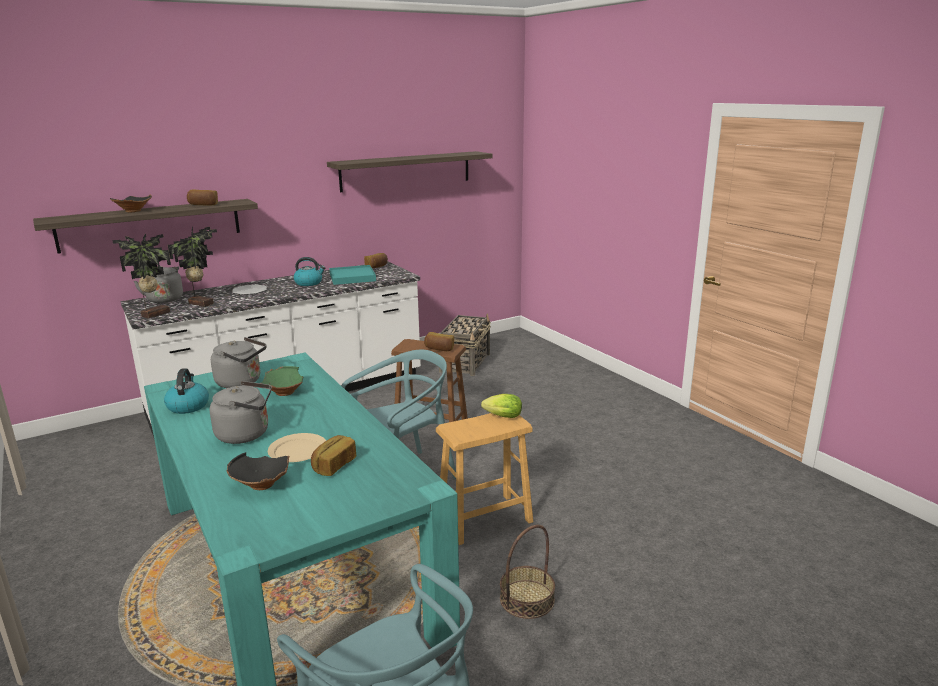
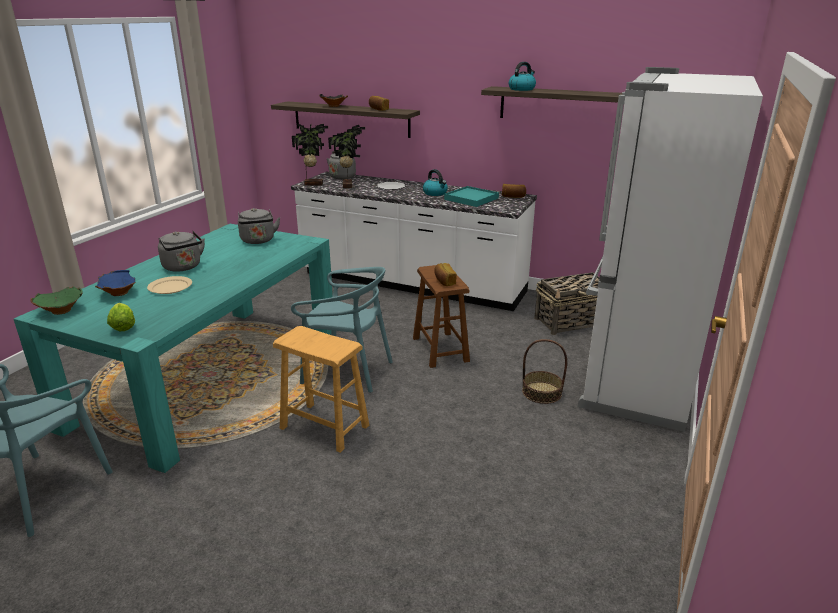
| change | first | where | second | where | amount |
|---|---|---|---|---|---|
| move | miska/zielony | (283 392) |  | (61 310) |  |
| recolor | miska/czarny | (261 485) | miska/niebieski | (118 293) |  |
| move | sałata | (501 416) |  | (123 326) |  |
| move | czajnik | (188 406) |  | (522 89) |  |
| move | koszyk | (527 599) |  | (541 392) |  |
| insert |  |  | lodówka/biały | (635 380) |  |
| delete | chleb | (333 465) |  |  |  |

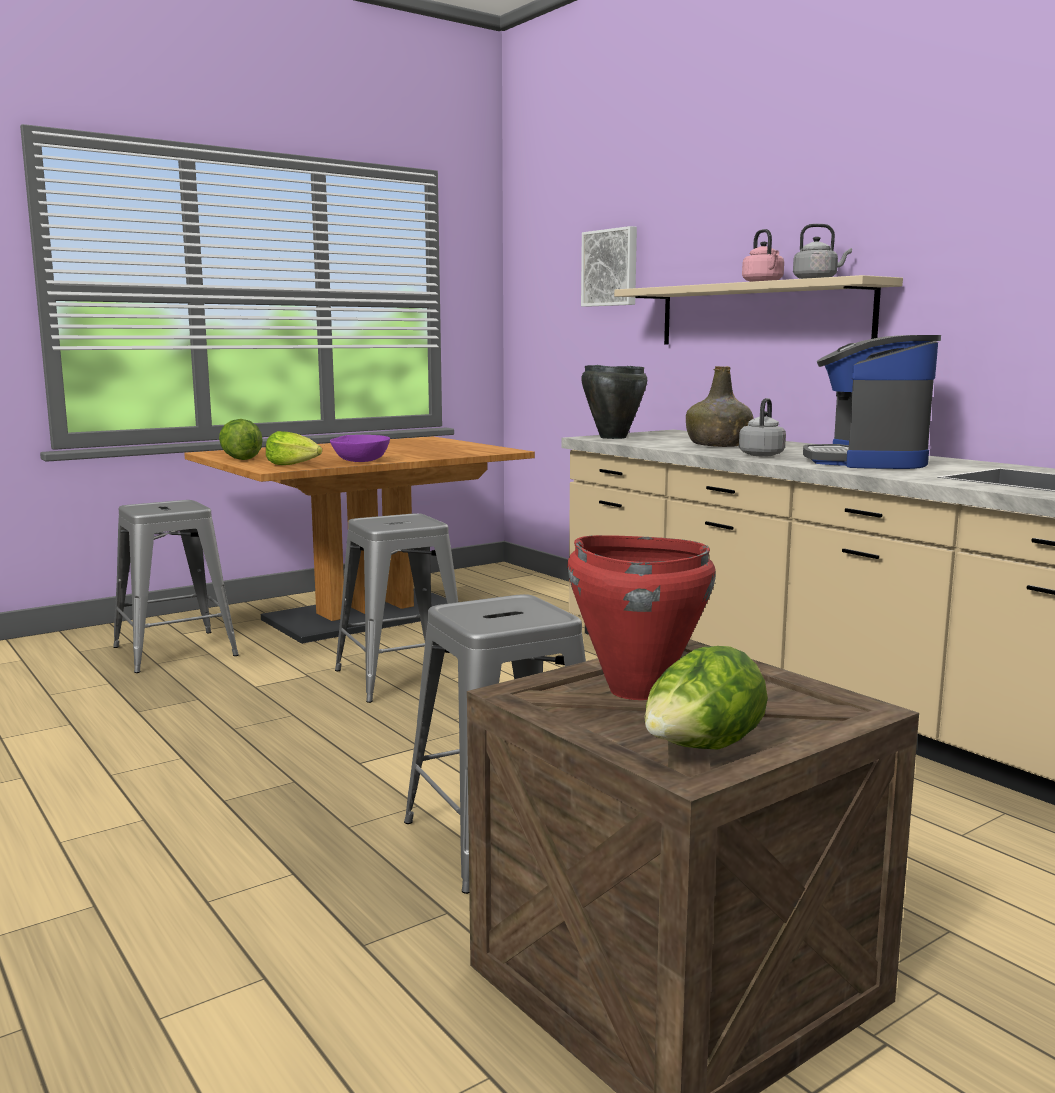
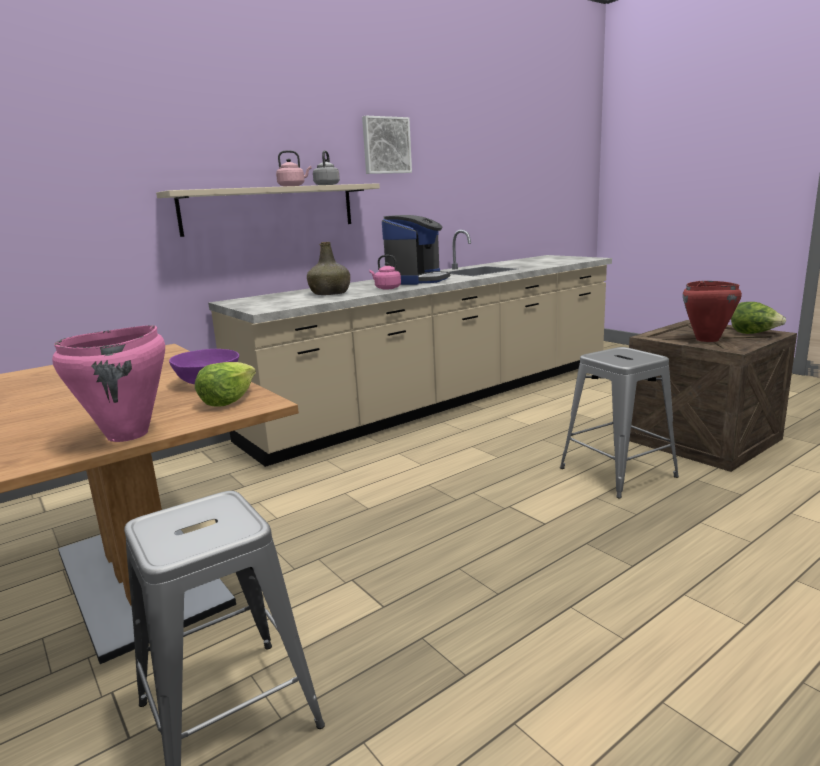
| change | first | where | second | where | amount |
|---|---|---|---|---|---|
| replace | sałata | (240 459) | garnek/różowy | (128 435) |  |
| move | obraz | (611 268) |  | (386 145) |  |
| recolor | czajnik/szary | (762 455) | czajnik/różowy | (386 288) |  |
| rotate | ekspres do kawy | (866 461) |  | (417 280) | 75 degrees counterclockwise |
| delete | stołek/szary | (402 677) |  |  |  |
| delete | garnek/czarny | (612 437) |  |  |  |

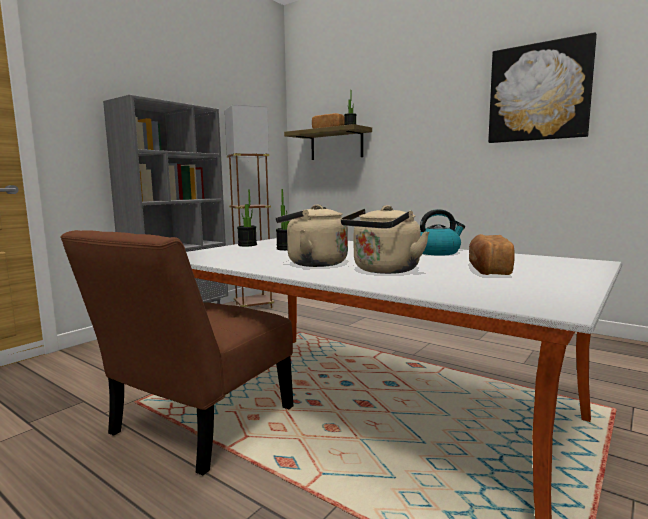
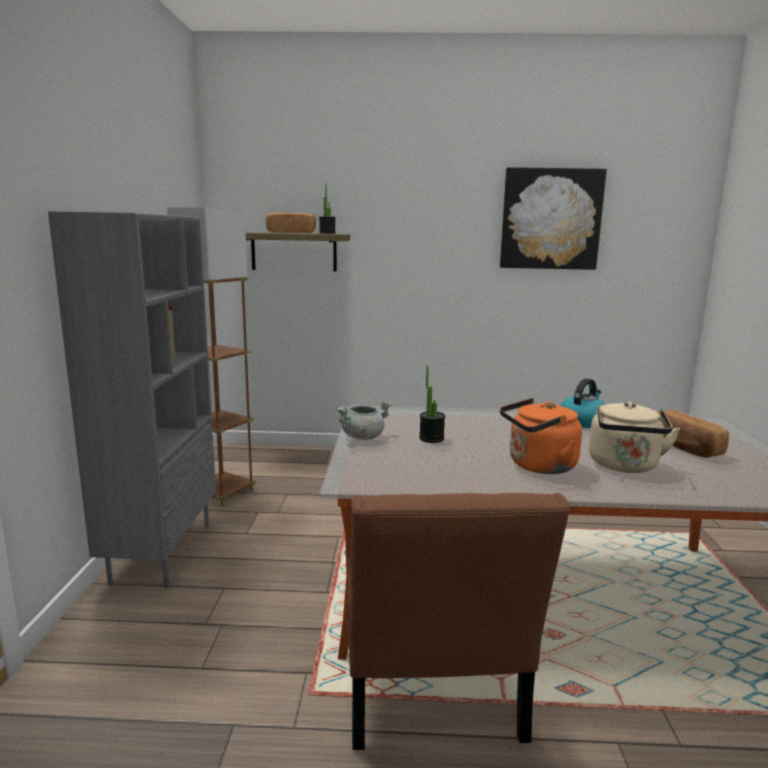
| change | first | where | second | where | amount |
|---|---|---|---|---|---|
| replace | roślina doniczkowa | (247 245) | garnek/szary | (363 437) |  |
| recolor | czajnik/beżowy | (313 263) | czajnik/pomarańczowy | (538 466) |  |

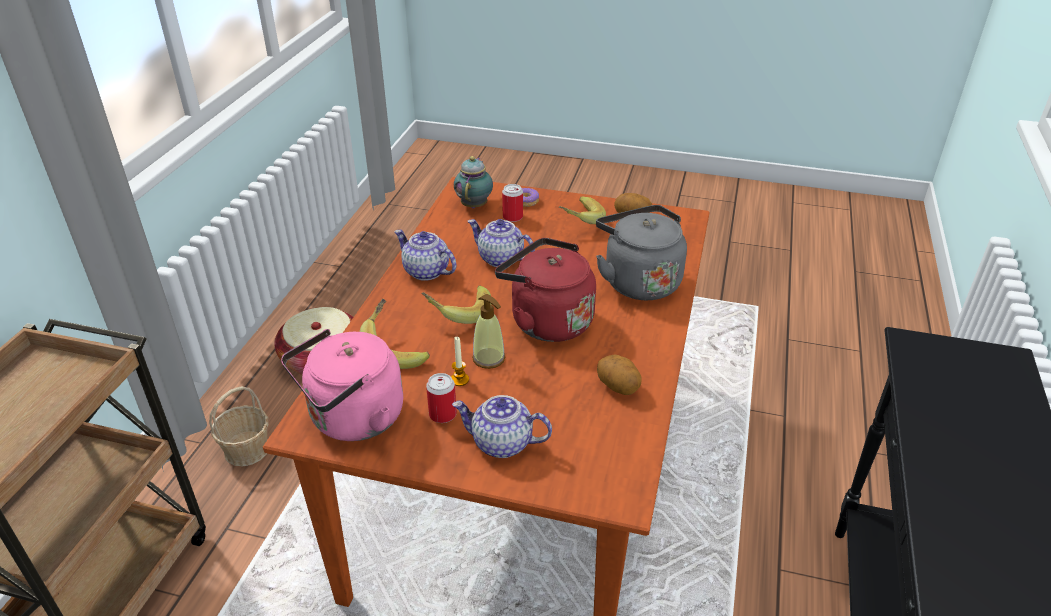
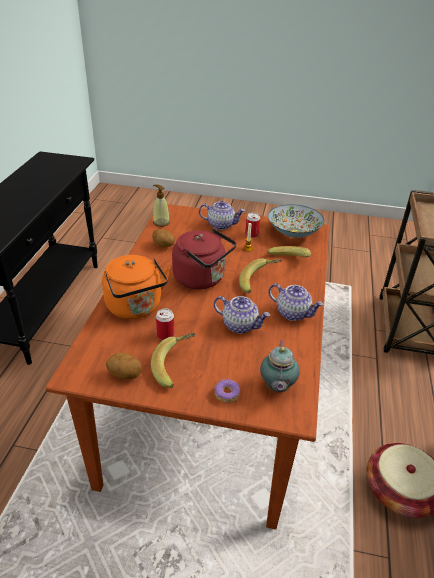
| change | first | where | second | where | amount |
|---|---|---|---|---|---|
| recolor | czajnik/szary | (638 281) | czajnik/pomarańczowy | (136 308) |  |
| move | dozownik mydła | (489 358) |  | (161 222) |  |
| move | puszka | (512 217) |  | (165 335) |  |
| replace | czajnik/różowy | (352 419) | miska | (294 232) |  |
| delete | koszyk | (247 449) |  |  |  |

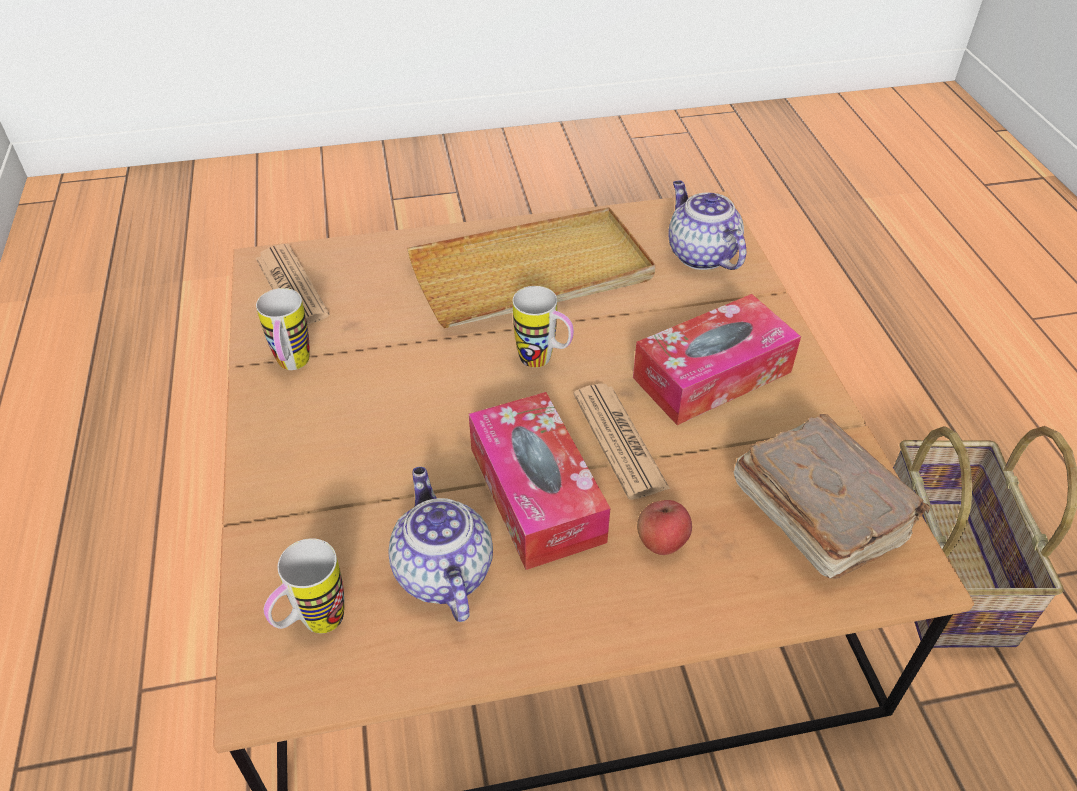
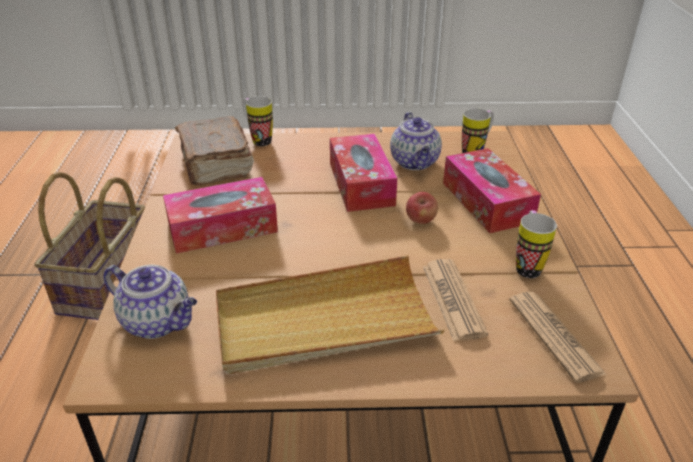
| change | first | where | second | where | amount |
|---|---|---|---|---|---|
| rotate | imbryk | (700 254) |  | (158 322) | 45 degrees counterclockwise |
| move | kubek | (544 361) |  | (258 140) |  |
| move | jabłko | (662 542) |  | (420 220) |  |
| move | gazeta | (619 441) |  | (453 299) |  |
| insert |  |  | pudełko chusteczek | (486 202) |  |

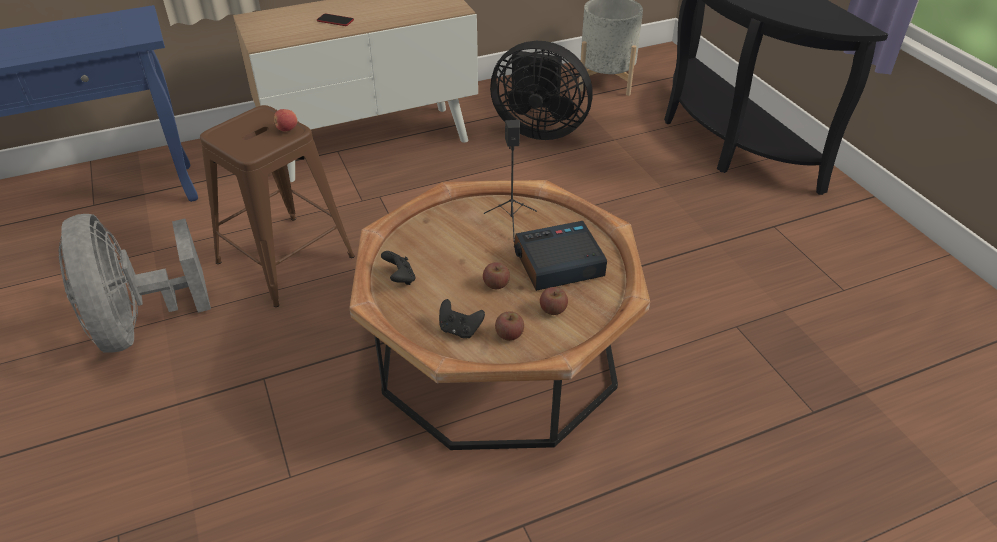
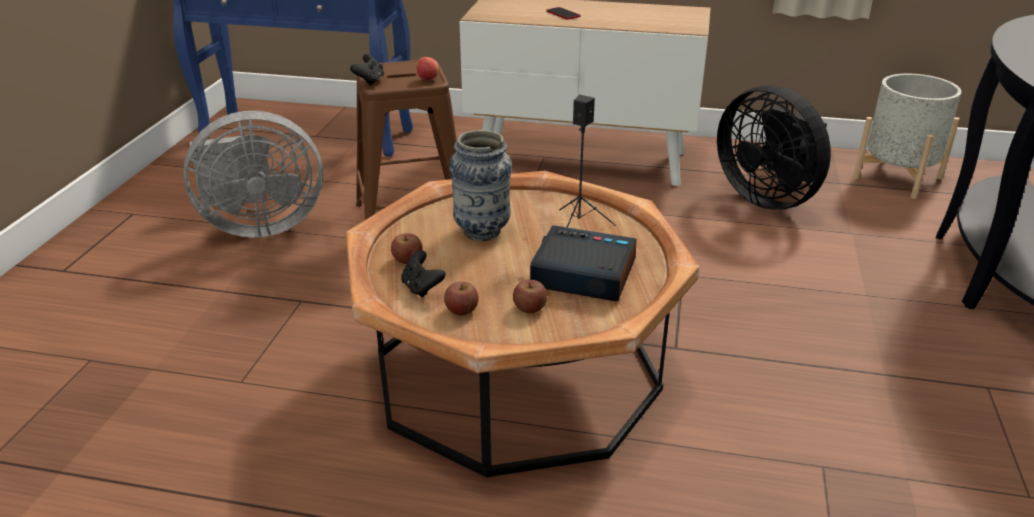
| change | first | where | second | where | amount |
|---|---|---|---|---|---|
| rotate | wentylator/szary | (140 324) |  | (259 226) | 120 degrees counterclockwise |
| move | pad do gier/czarny | (400 278) |  | (369 81) |  |
| move | jabłko | (496 284) |  | (407 259) |  |
| insert |  |  | wazon | (482 232) |  |

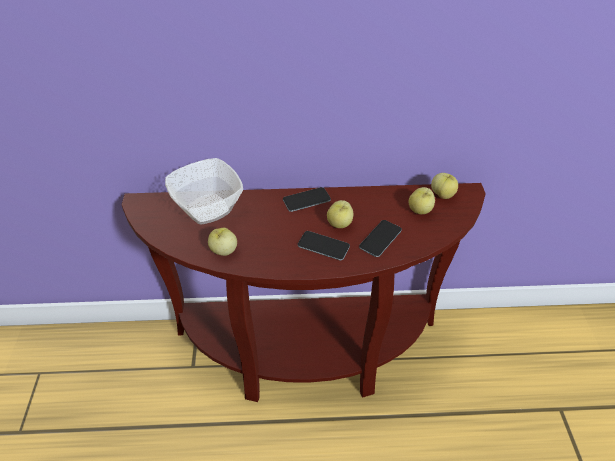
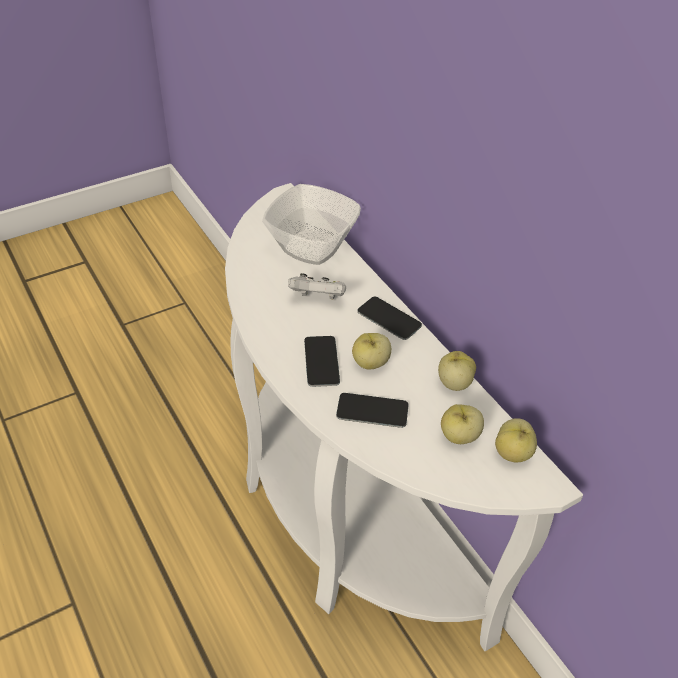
| change | first | where | second | where | amount |
|---|---|---|---|---|---|
| recolor | stolik konsolowy/brązowy | (307 354) | stolik konsolowy/biały | (340 513) |  |
| insert |  |  | pad do gier/biały | (318 298) |  |
| move | jabłko | (223 251) |  | (454 383) |  |

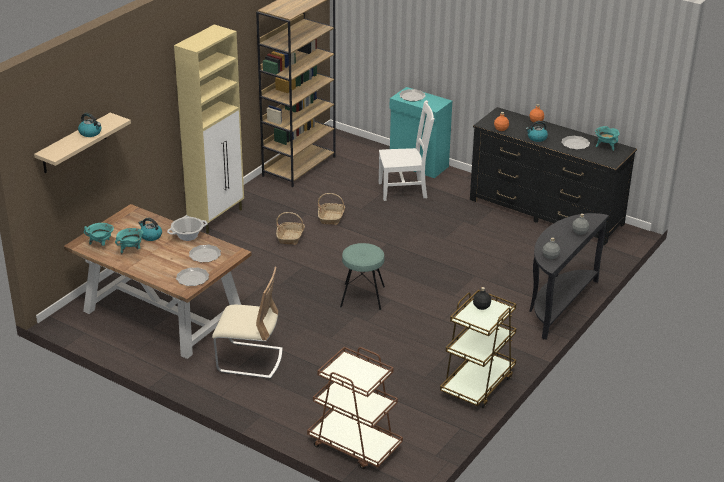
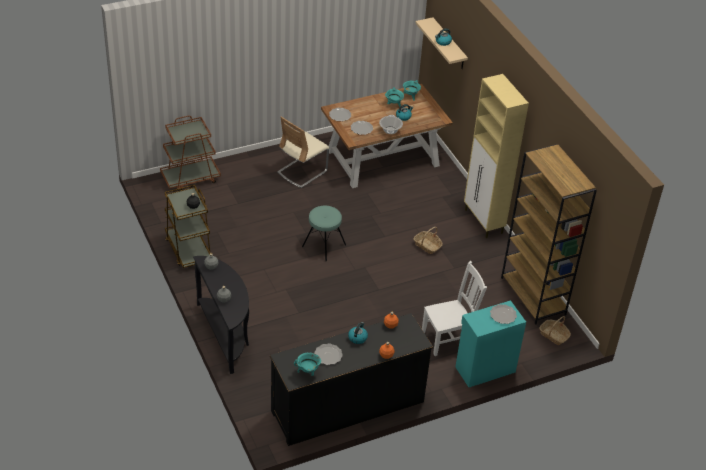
| change | first | where | second | where | amount |
|---|---|---|---|---|---|
| rotate | krzesło/biały | (404 190) |  | (449 338) | 135 degrees counterclockwise |
| move | koszyk | (331 217) |  | (554 335) |  |

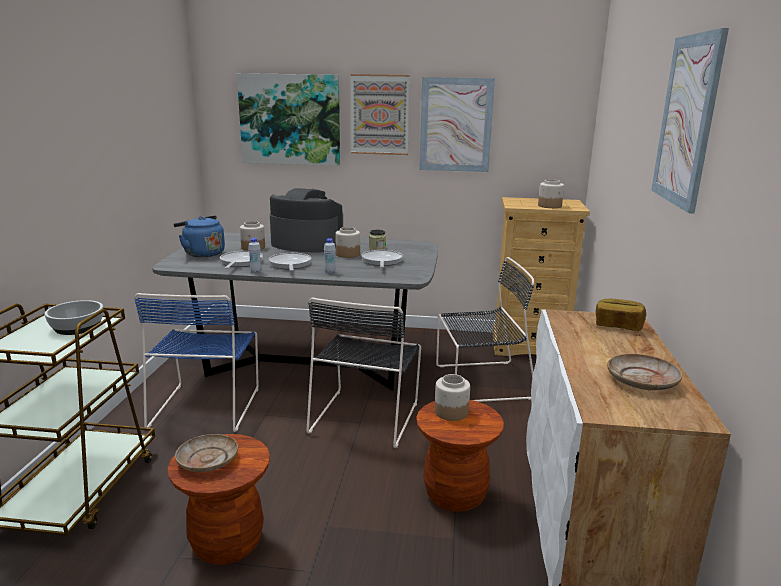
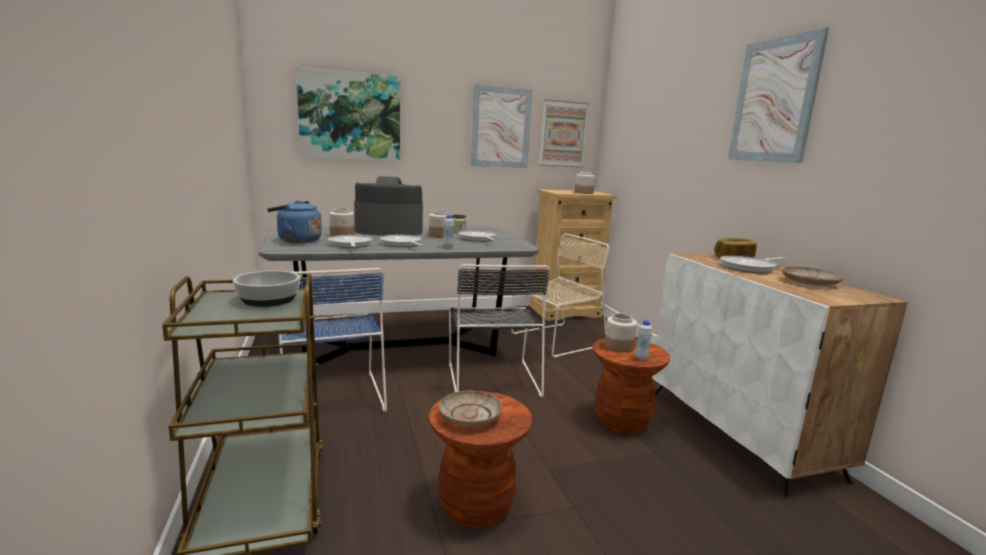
| change | first | where | second | where | amount |
|---|---|---|---|---|---|
| recolor | krzesło/czarny | (480 382) | krzesło/beżowy | (555 340) |  |
| move | obraz | (380 115) |  | (563 134) |  |
| move | butelka/biały | (255 272) |  | (641 358) |  |
| insert |  |  | patelnia | (749 268) |  |

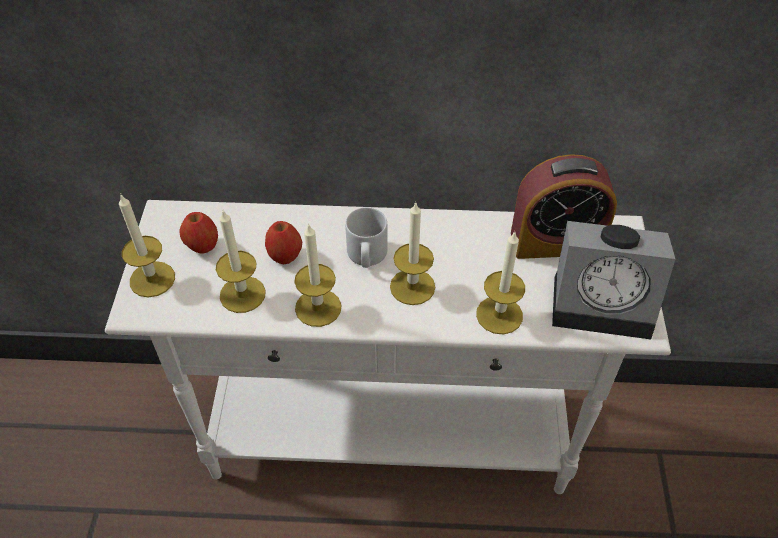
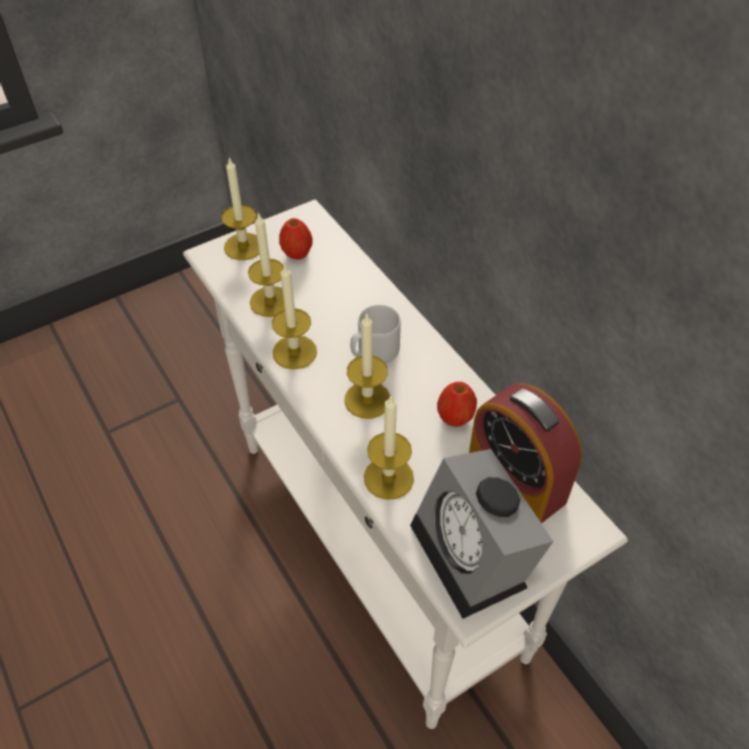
| change | first | where | second | where | amount |
|---|---|---|---|---|---|
| move | jabłko | (285 256) |  | (455 417) |  |

